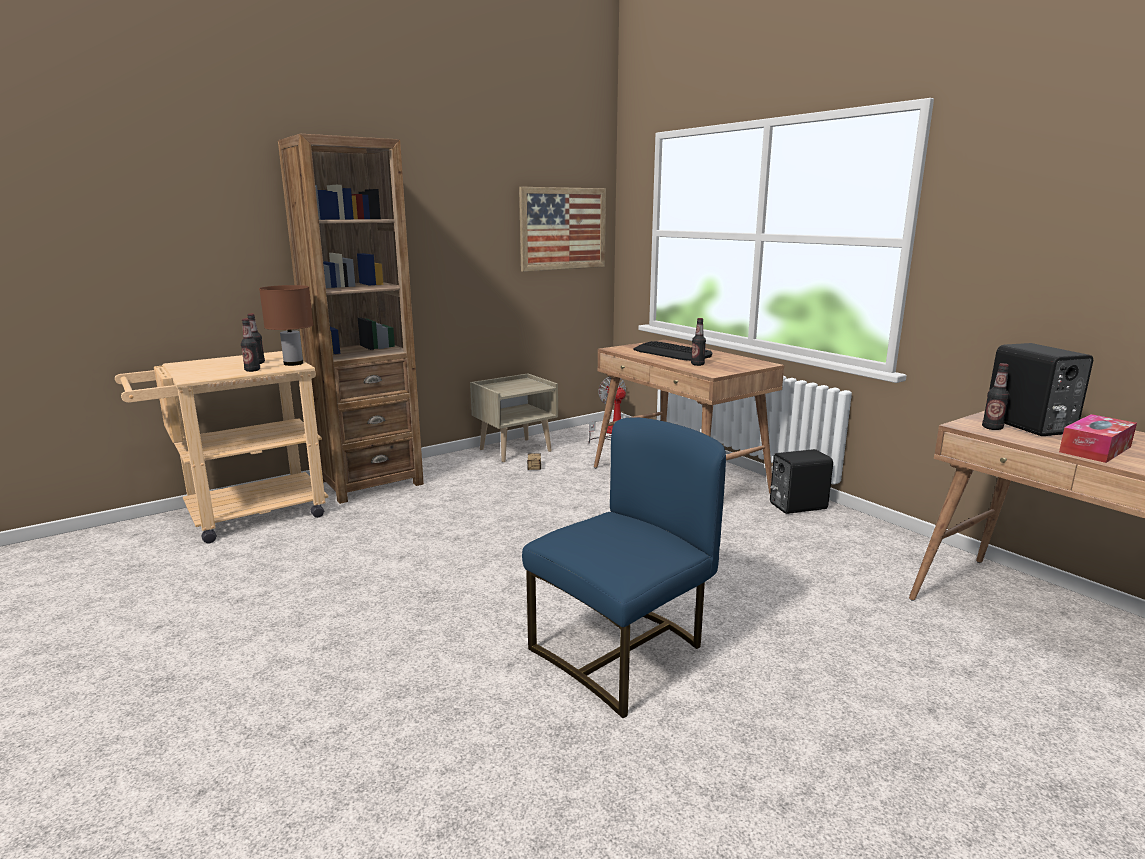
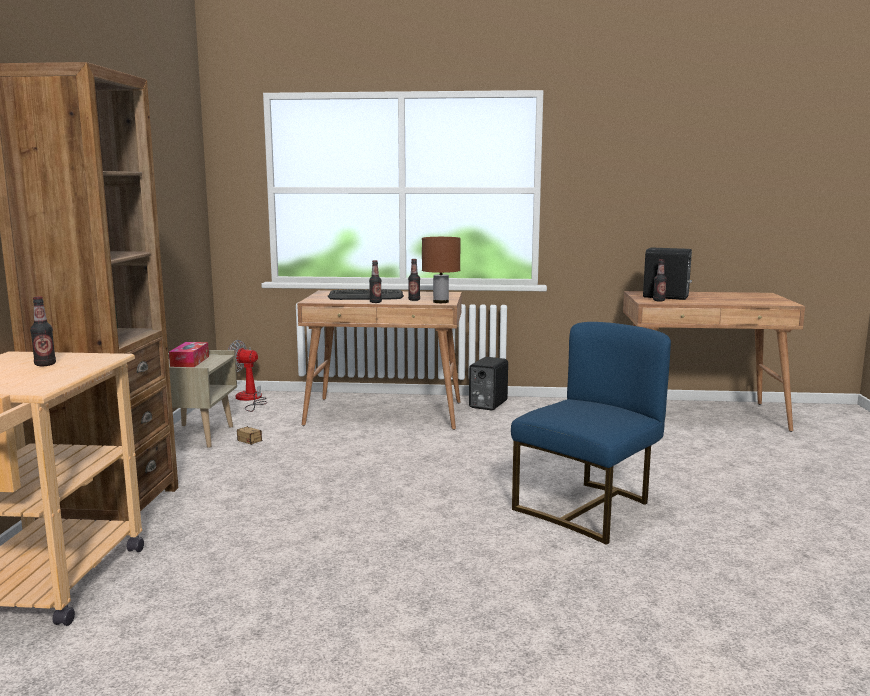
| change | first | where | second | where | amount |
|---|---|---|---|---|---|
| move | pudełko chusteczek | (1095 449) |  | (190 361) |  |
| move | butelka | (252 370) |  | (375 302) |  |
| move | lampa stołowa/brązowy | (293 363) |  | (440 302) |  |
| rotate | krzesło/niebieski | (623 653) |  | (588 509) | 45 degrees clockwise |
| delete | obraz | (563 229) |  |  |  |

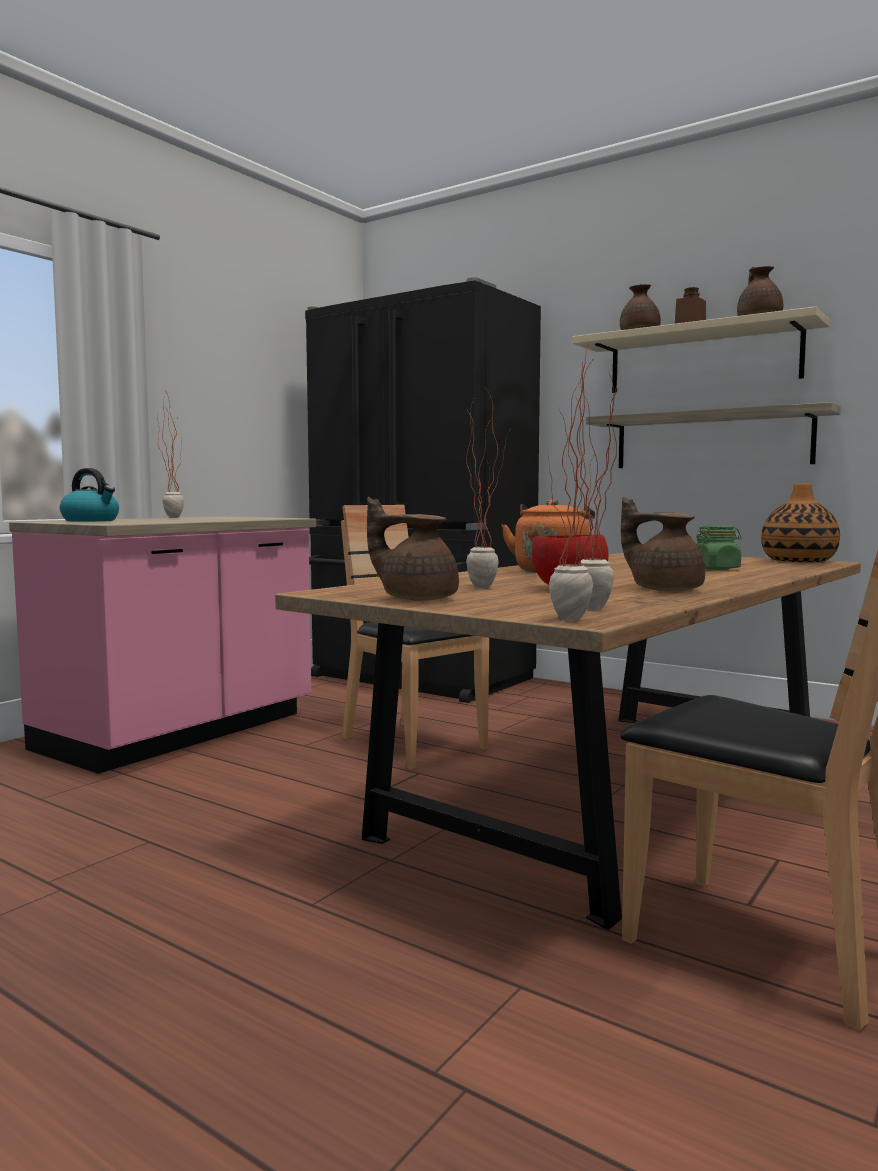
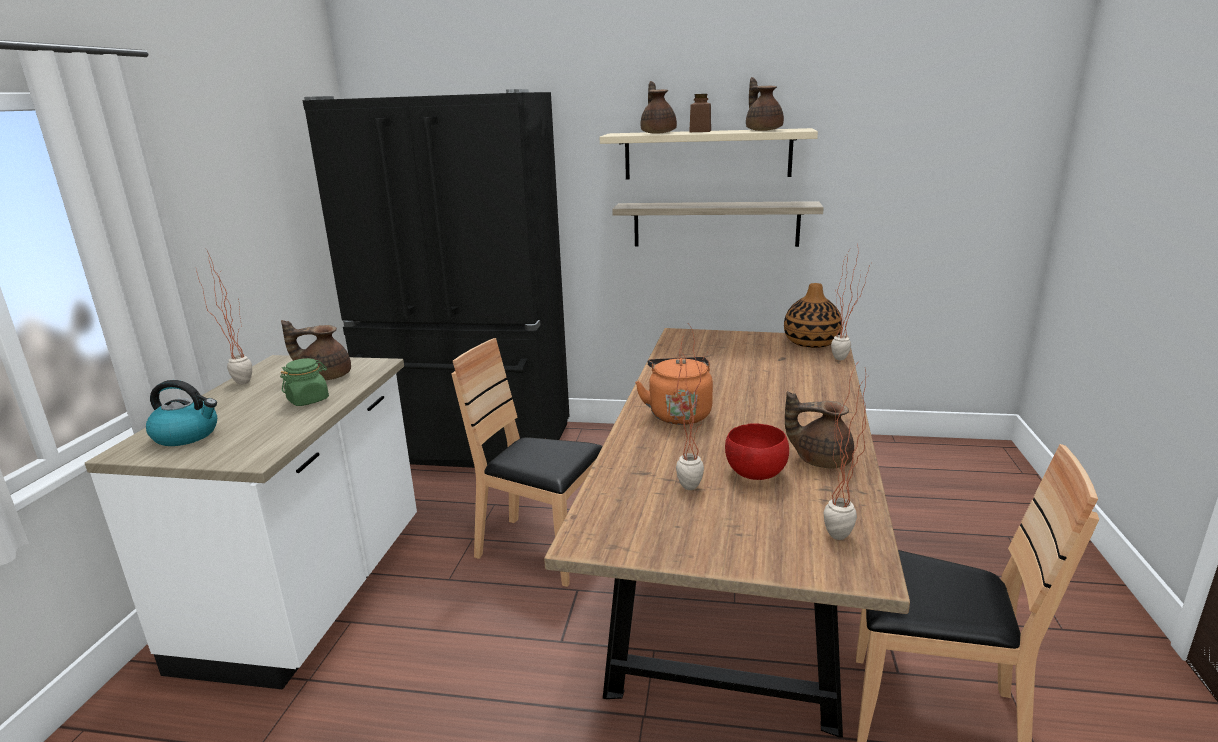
| change | first | where | second | where | amount |
|---|---|---|---|---|---|
| recolor | zabudowa kuchenna/różowy | (180 732) | zabudowa kuchenna/biały | (311 594) |  |
| move | słoik/zielony | (717 568) |  | (308 400) |  |
| move | imbryk/brązowy | (416 598) |  | (325 376) |  |
| move | roślina doniczkowa | (577 621) |  | (845 360) |  |

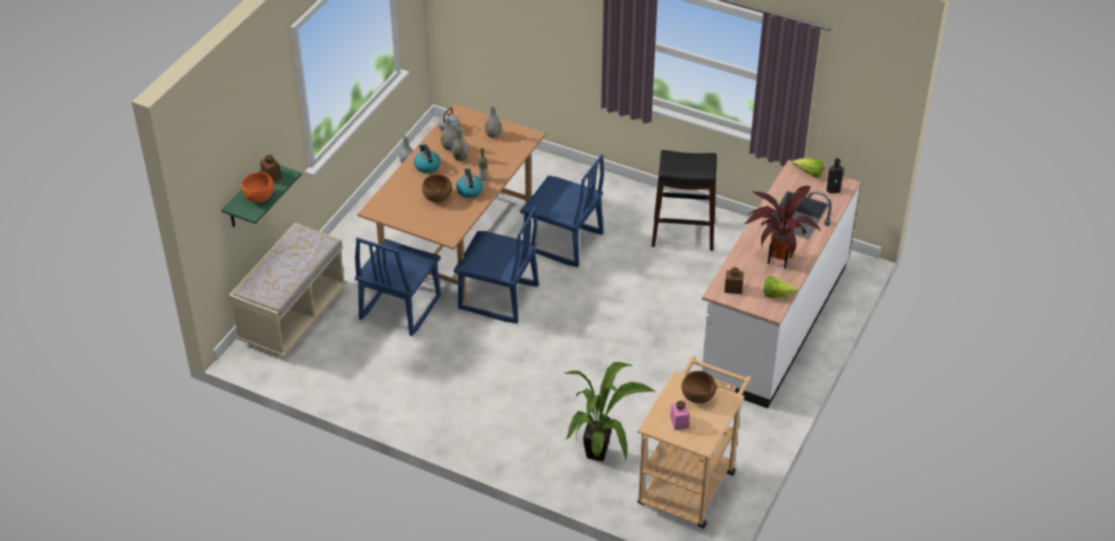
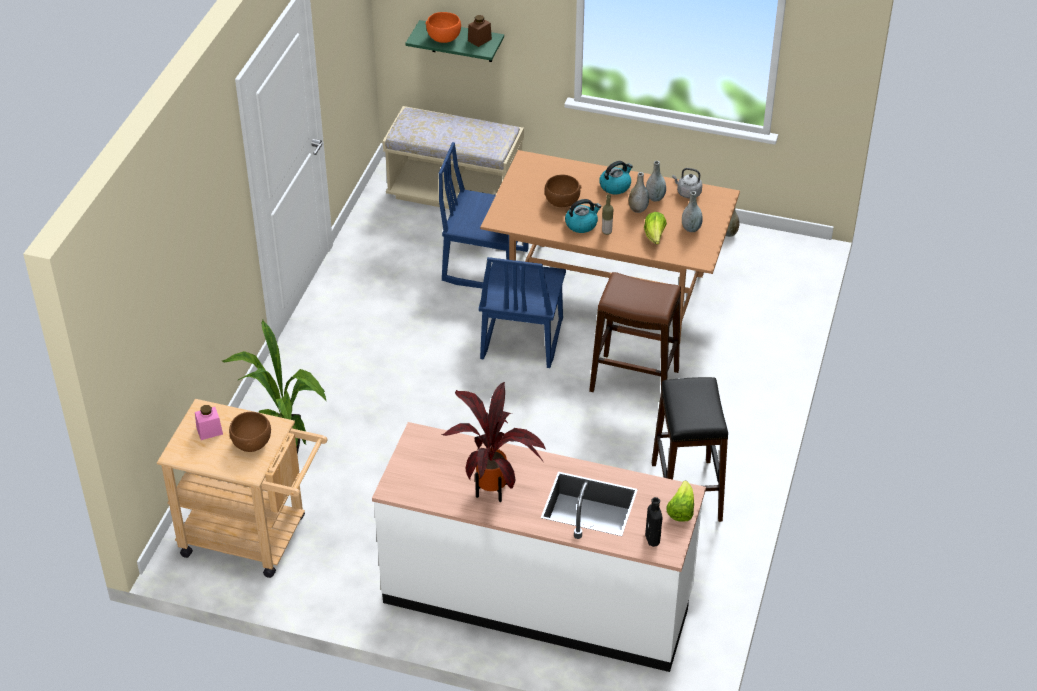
| change | first | where | second | where | amount |
|---|---|---|---|---|---|
| replace | krzesło/niebieski | (563 242) | stołek/brązowy | (633 381) |  |
| move | sałata | (777 294) |  | (654 237) |  |
| delete | słoik/brązowy | (733 288) |  |  |  |

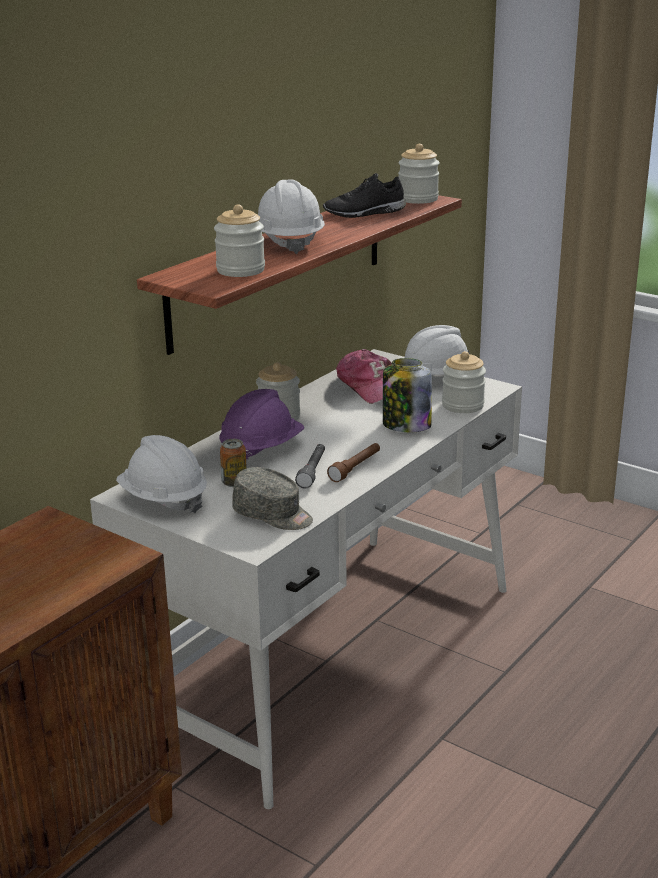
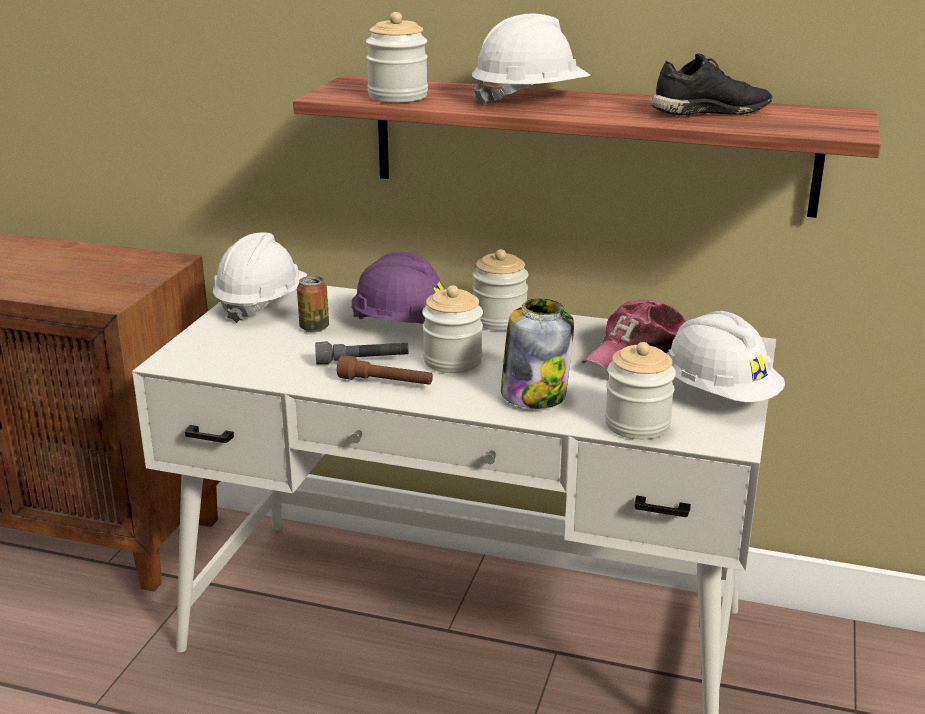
| change | first | where | second | where | amount |
|---|---|---|---|---|---|
| move | słoik | (418 199) |  | (452 361) |  |
| rotate | but/czarny | (364 213) |  | (709 111) | 105 degrees clockwise |
| delete | czapka z daszkiem/szary | (273 515) |  |  |  |

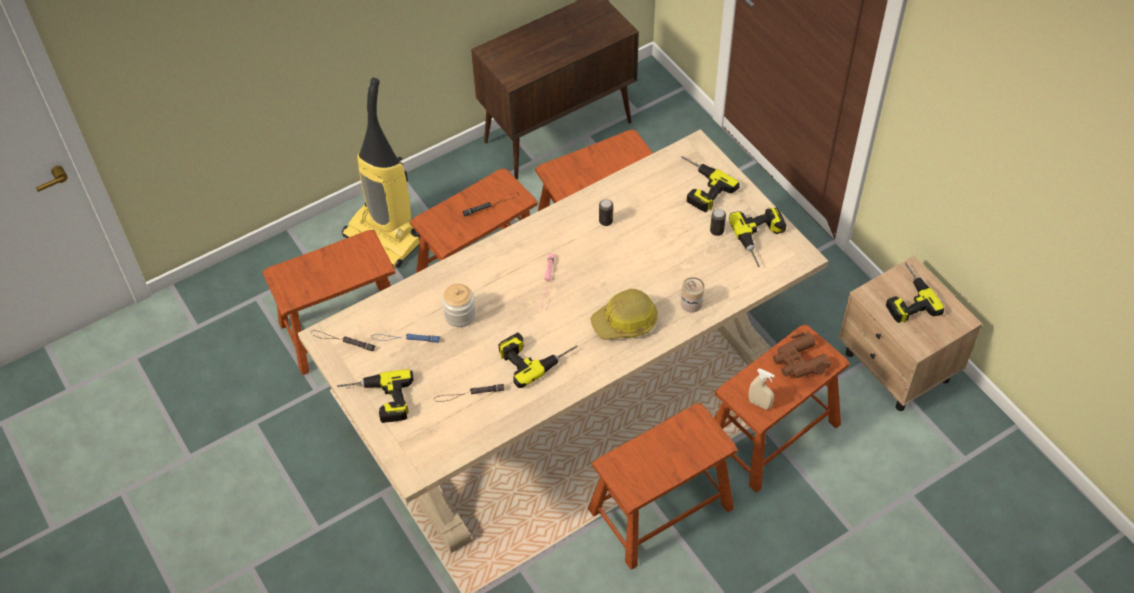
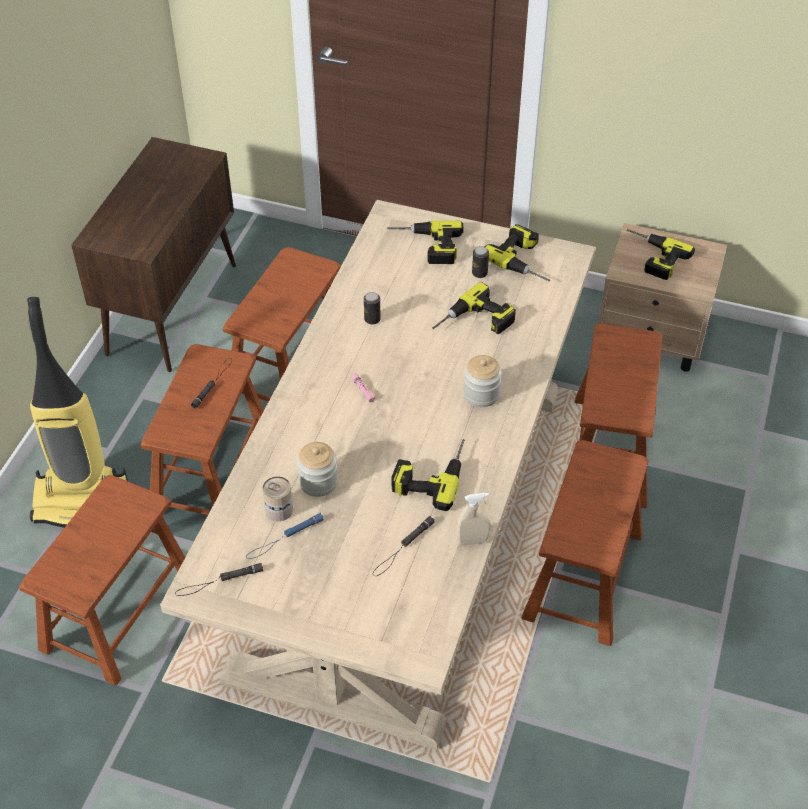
| change | first | where | second | where | amount |
|---|---|---|---|---|---|
| move | puszka | (691 303) |  | (279 510) |  |
| move | wiertarka | (377 401) |  | (474 323) |  |
| move | spryskiwacz/beżowy | (759 404) |  | (472 541) |  |
| replace | kask | (625 322) | słoik | (481 394) |  |
| delete | lornetka/brązowy | (799 361) |  |  |  |

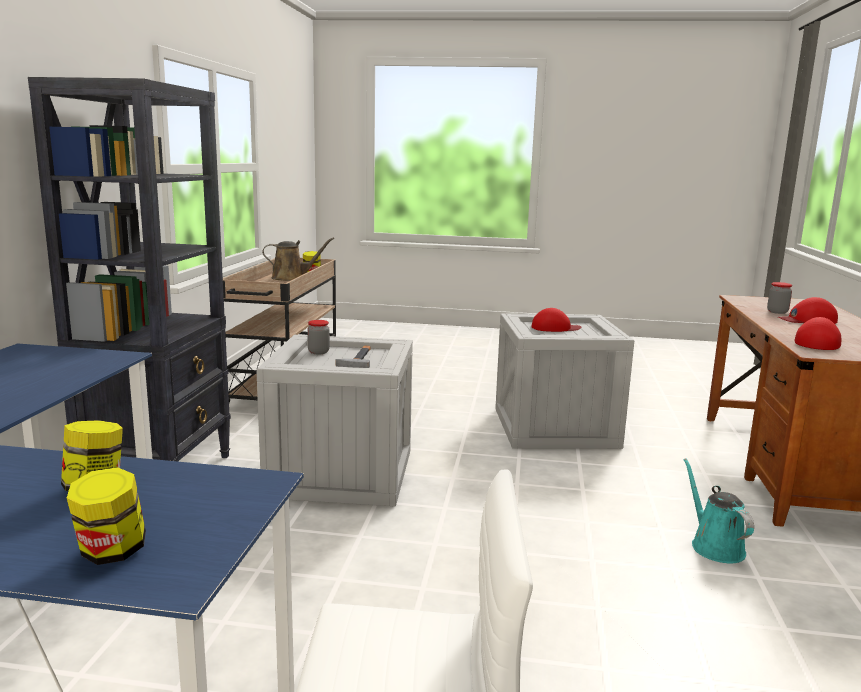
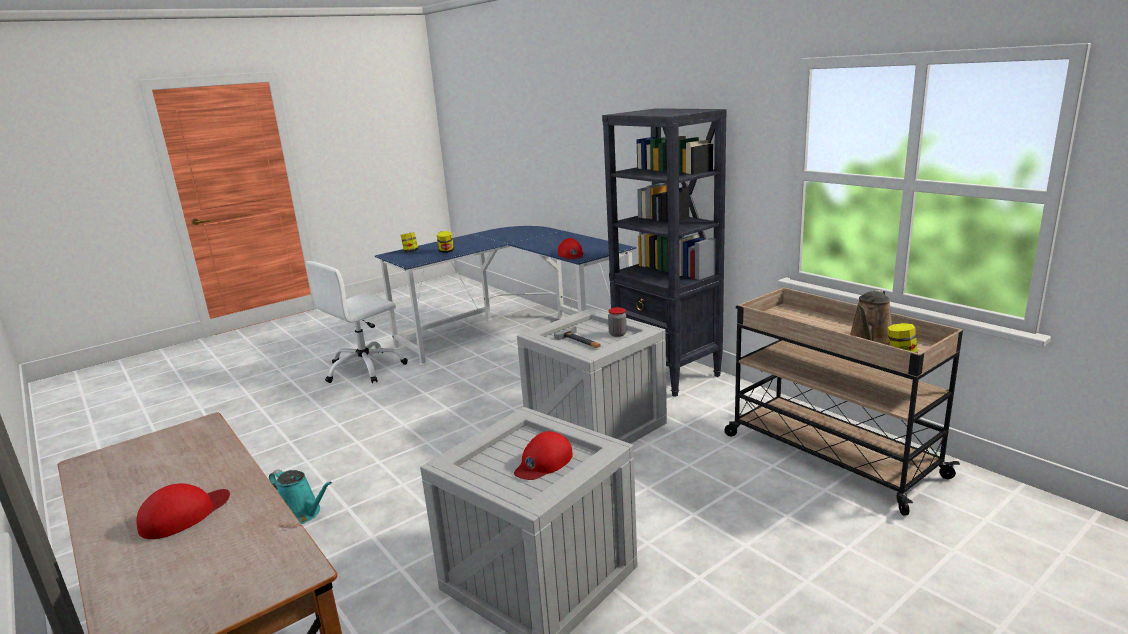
| change | first | where | second | where | amount |
|---|---|---|---|---|---|
| move | czapka z daszkiem/czerwony | (817 342) |  | (571 254) |  |
| delete | słoik | (777 312) |  |  |  |

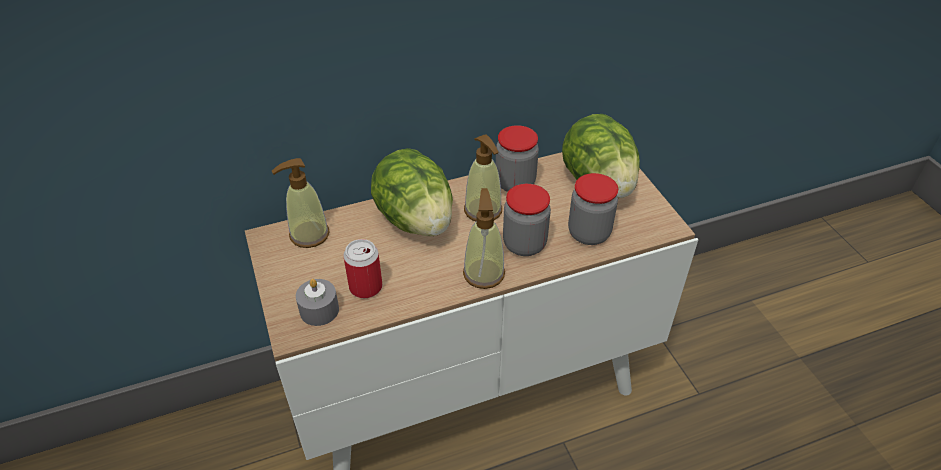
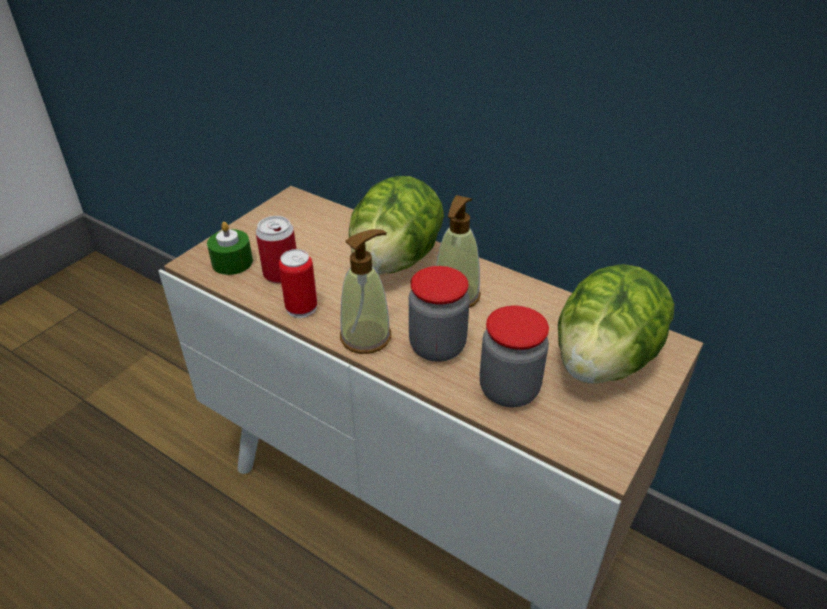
| change | first | where | second | where | amount |
|---|---|---|---|---|---|
| recolor | świeca/szary | (319 310) | świeca/zielony | (232 262) |  |
| insert |  |  | puszka | (301 308) |  |
| delete | dozownik mydła | (309 234) |  |  |  |
| delete | słoik | (515 183) |  |  |  |

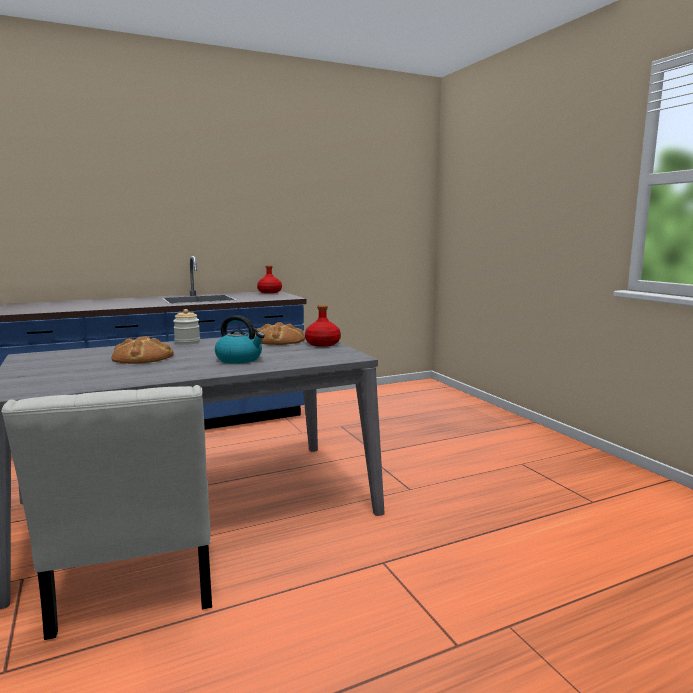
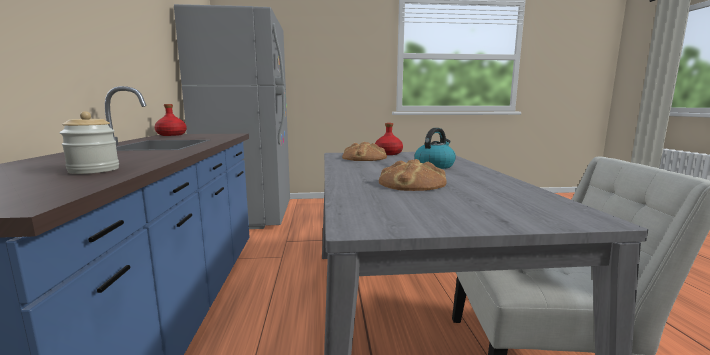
| change | first | where | second | where | amount |
|---|---|---|---|---|---|
| move | słoik | (187 342) |  | (94 170) |  |
| insert |  |  | lodówka/szary | (249 215) |  |

